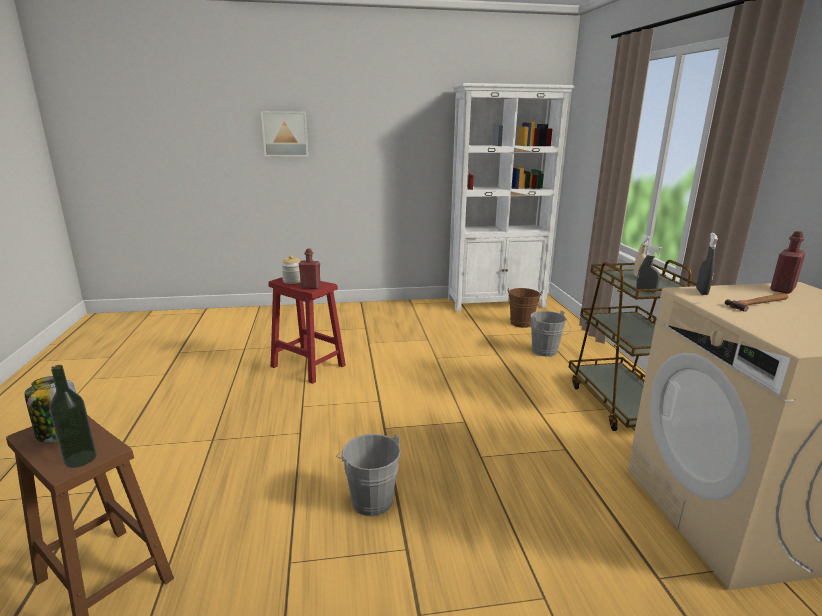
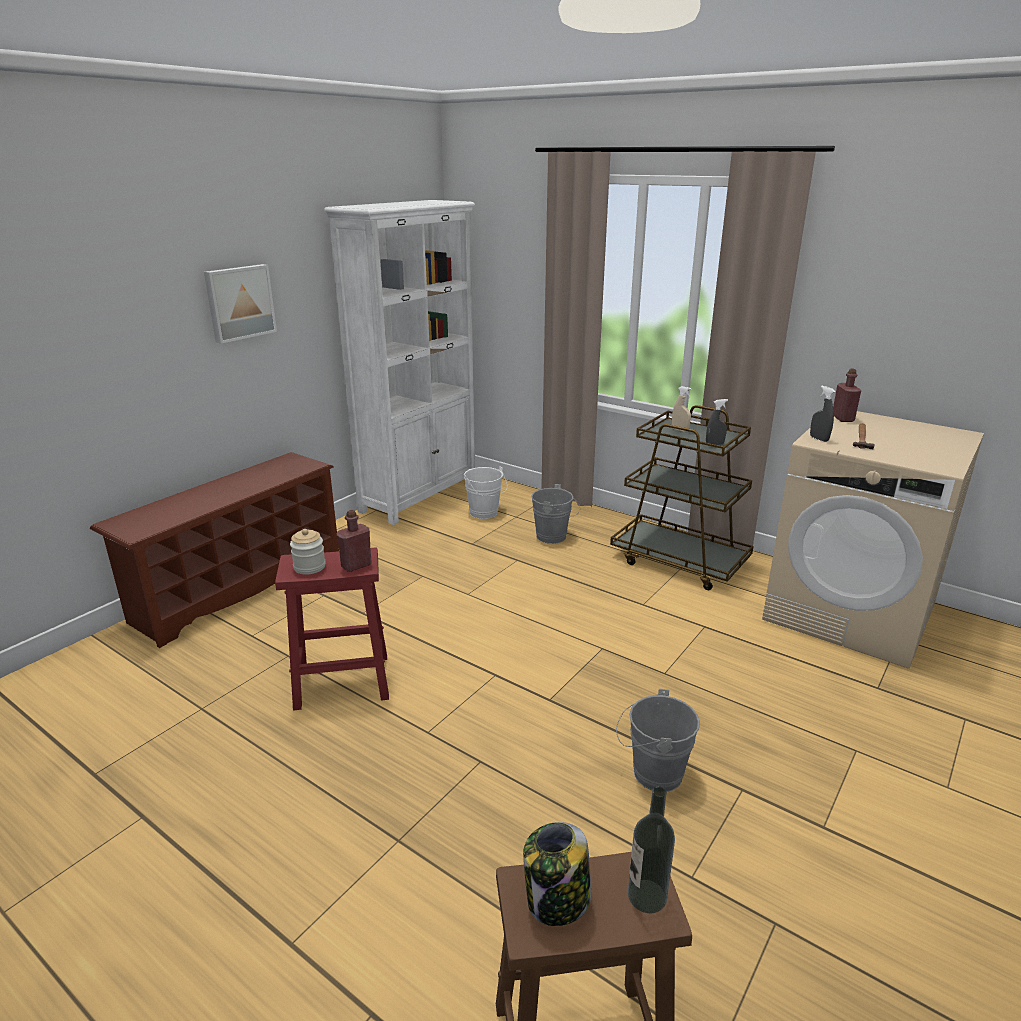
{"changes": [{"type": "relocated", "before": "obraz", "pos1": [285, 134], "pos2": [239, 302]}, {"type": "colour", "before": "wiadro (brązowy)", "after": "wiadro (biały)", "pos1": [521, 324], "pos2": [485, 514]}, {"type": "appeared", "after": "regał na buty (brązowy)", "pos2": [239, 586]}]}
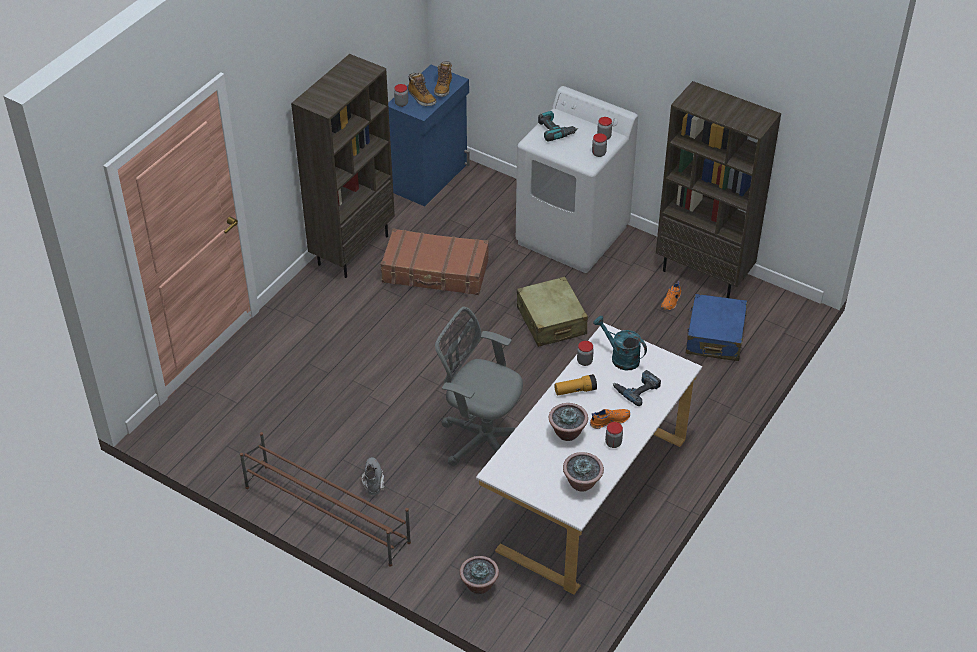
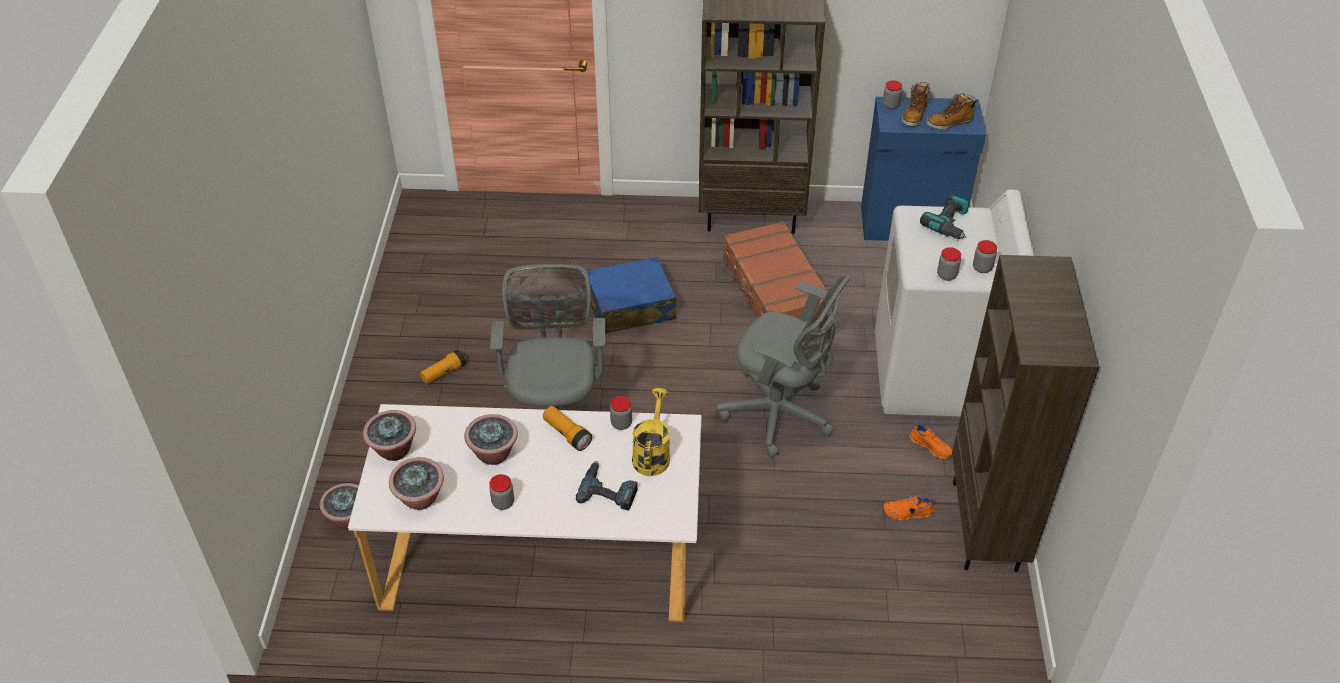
{"changes": [{"type": "missing", "before": "regał na buty (brązowy)", "pos1": [326, 514]}, {"type": "exchanged", "before": "but z cholewką (szary)", "after": "latarka", "pos1": [373, 481], "pos2": [443, 373]}, {"type": "exchanged", "before": "walizka (beżowy)", "after": "krzesło biurowe (szary)", "pos1": [551, 321], "pos2": [780, 415]}, {"type": "relocated", "before": "but (pomarańczowy)", "pos1": [609, 420], "pos2": [931, 446]}, {"type": "colour", "before": "konewka (turkusowy)", "after": "konewka (żółty)", "pos1": [620, 357], "pos2": [652, 453]}, {"type": "relocated", "before": "walizka (niebieski)", "pos1": [715, 337], "pos2": [629, 307]}, {"type": "appeared", "after": "roślina doniczkowa", "pos2": [394, 450]}]}
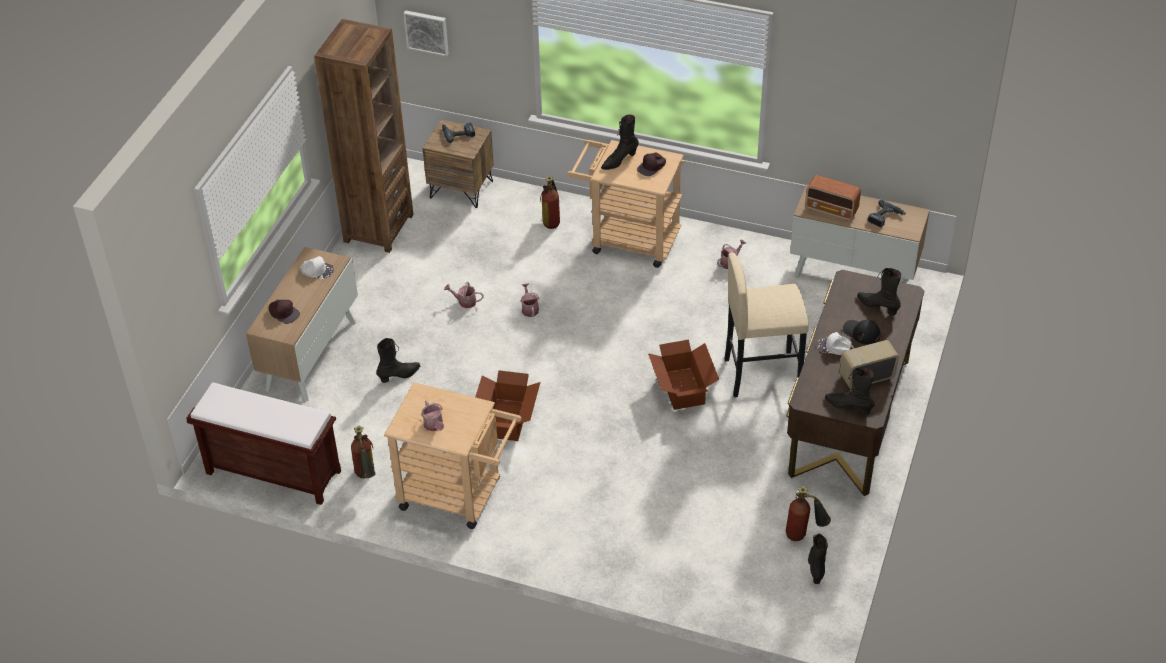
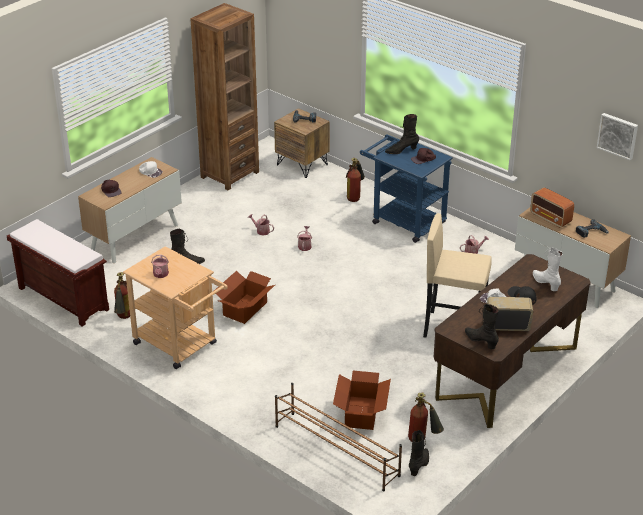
{"changes": [{"type": "relocated", "before": "obraz", "pos1": [427, 32], "pos2": [618, 135]}, {"type": "colour", "before": "wózek (beżowy)", "after": "wózek (niebieski)", "pos1": [627, 239], "pos2": [403, 220]}, {"type": "relocated", "before": "karton", "pos1": [682, 389], "pos2": [361, 413]}, {"type": "colour", "before": "but z cholewką (czarny)", "after": "but z cholewką (biały)", "pos1": [878, 306], "pos2": [545, 283]}, {"type": "appeared", "after": "regał na buty (brązowy)", "pos2": [336, 450]}]}
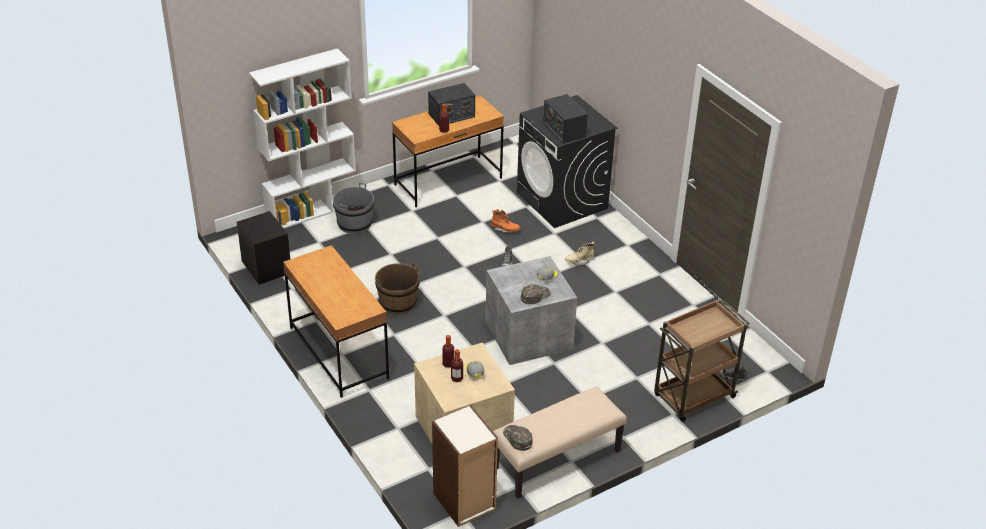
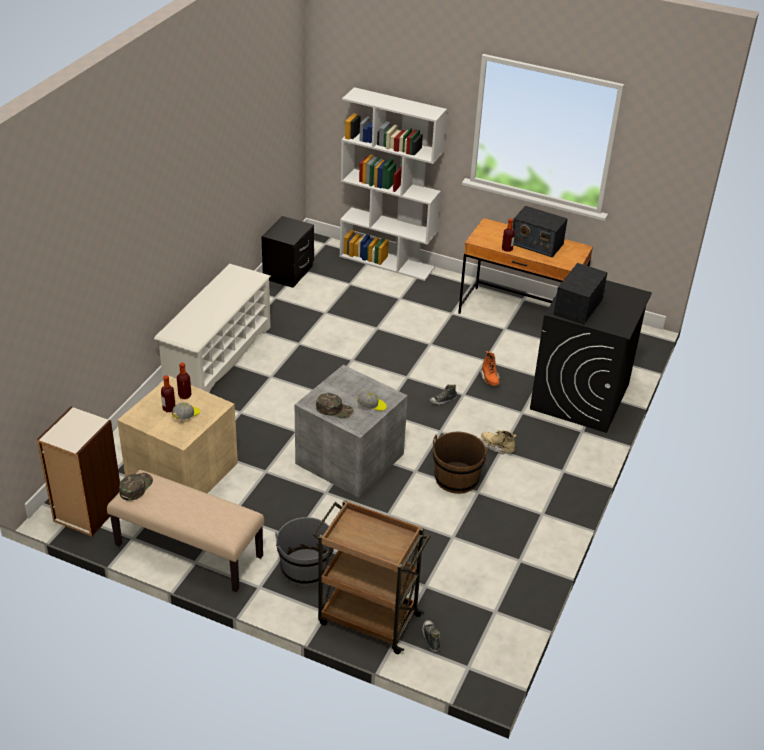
{"changes": [{"type": "exchanged", "before": "biurko (brązowy)", "after": "regał na buty (biały)", "pos1": [338, 353], "pos2": [218, 356]}, {"type": "relocated", "before": "wiadro (szary)", "pos1": [354, 223], "pos2": [305, 568]}, {"type": "relocated", "before": "wiadro (brązowy)", "pos1": [398, 303], "pos2": [456, 478]}]}
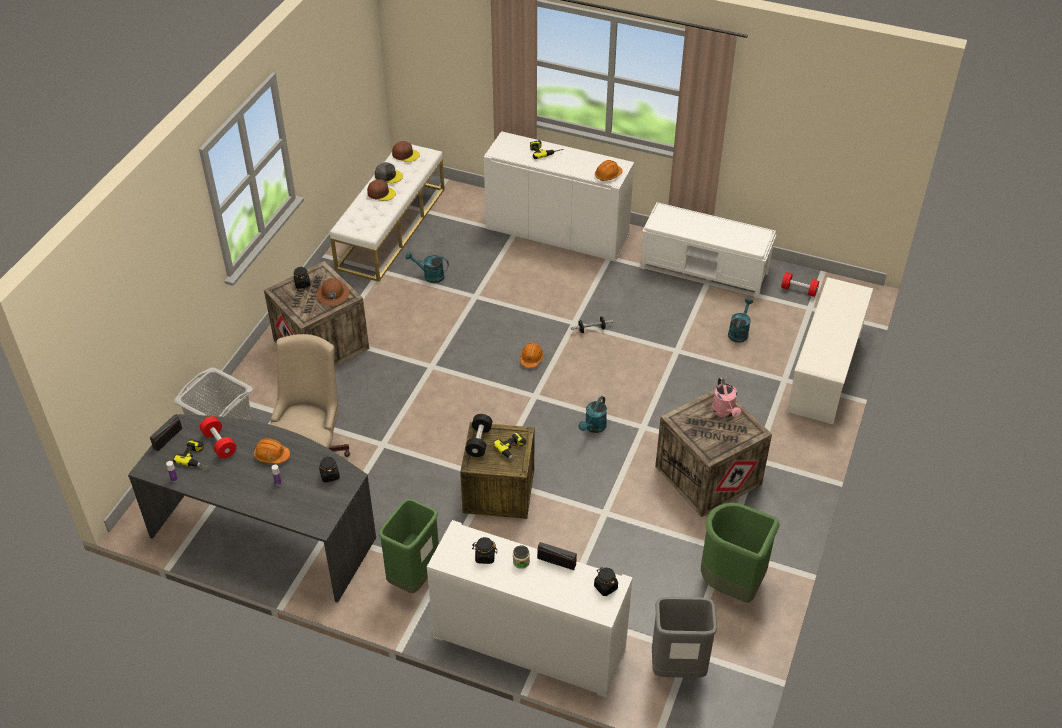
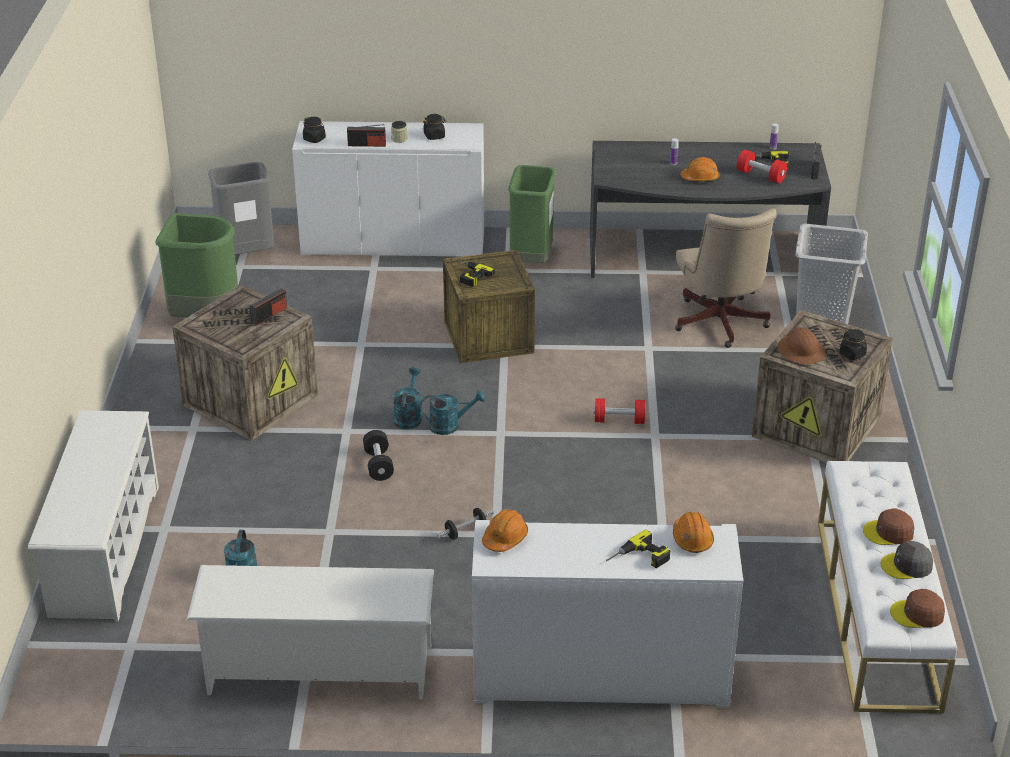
{"changes": [{"type": "missing", "before": "słoik (czarny)", "pos1": [329, 475]}, {"type": "relocated", "before": "konewka (turkusowy)", "pos1": [430, 276], "pos2": [450, 425]}, {"type": "relocated", "before": "hantel (czarny)", "pos1": [479, 441], "pos2": [378, 464]}, {"type": "relocated", "before": "kask (pomarańczowy)", "pos1": [531, 359], "pos2": [692, 539]}, {"type": "exchanged", "before": "ławka (biały)", "after": "regał na buty (biały)", "pos1": [705, 270], "pos2": [318, 670]}, {"type": "missing", "before": "konewka (różowy)", "pos1": [725, 412]}, {"type": "relocated", "before": "hantel (czerwony)", "pos1": [799, 290], "pos2": [619, 420]}, {"type": "appeared", "after": "radio", "pos2": [269, 315]}]}
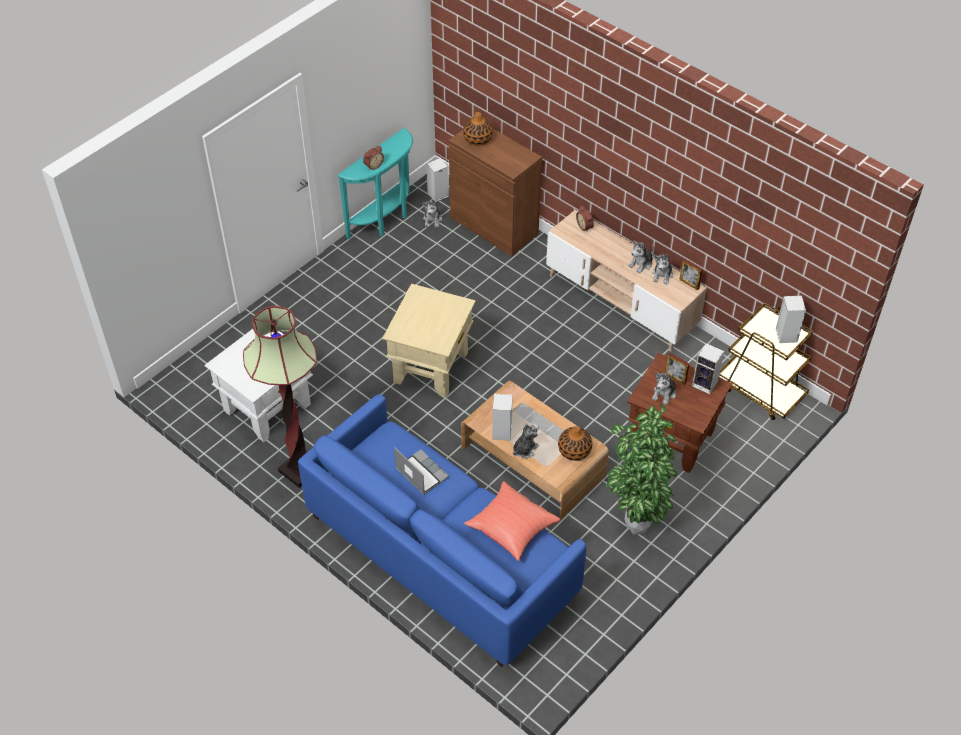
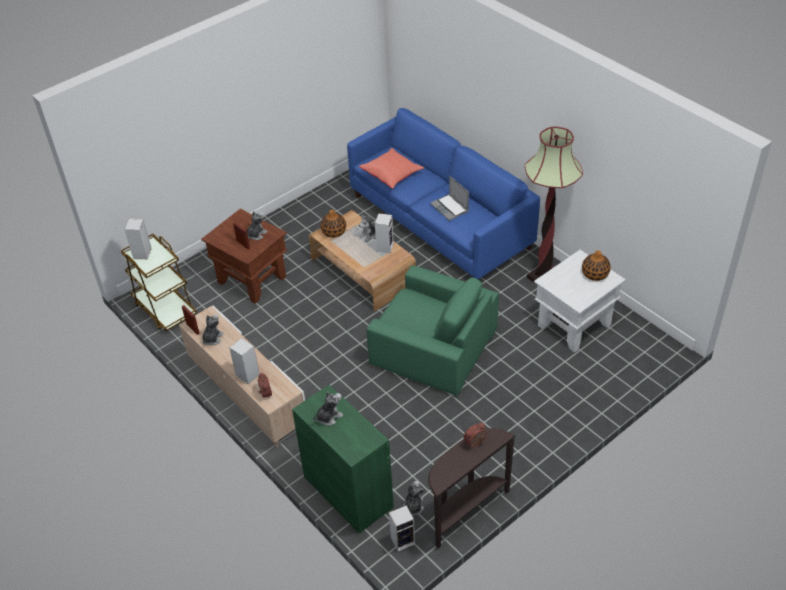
{"changes": [{"type": "colour", "before": "stolik konsolowy (turkusowy)", "after": "stolik konsolowy (brązowy)", "pos1": [385, 220], "pos2": [465, 511]}, {"type": "exchanged", "before": "stolik (beżowy)", "after": "fotel (zielony)", "pos1": [431, 367], "pos2": [432, 348]}, {"type": "colour", "before": "szafka (brązowy)", "after": "szafka (zielony)", "pos1": [494, 226], "pos2": [348, 492]}, {"type": "relocated", "before": "wazon", "pos1": [477, 139], "pos2": [595, 274]}, {"type": "missing", "before": "roślina doniczkowa", "pos1": [634, 524]}, {"type": "relocated", "before": "pluszak", "pos1": [641, 264], "pos2": [328, 417]}, {"type": "relocated", "before": "głośnik", "pos1": [705, 384], "pos2": [246, 375]}]}
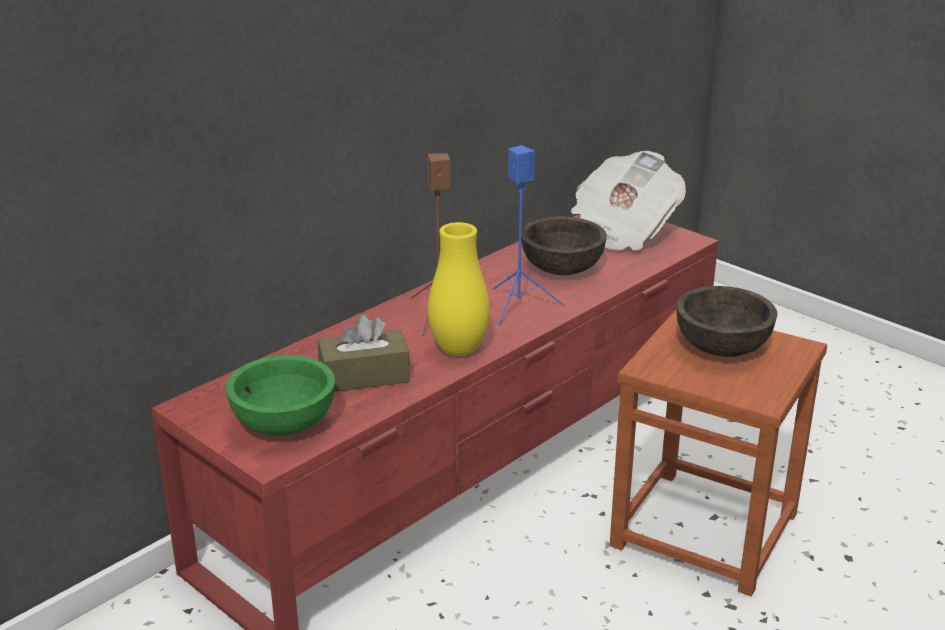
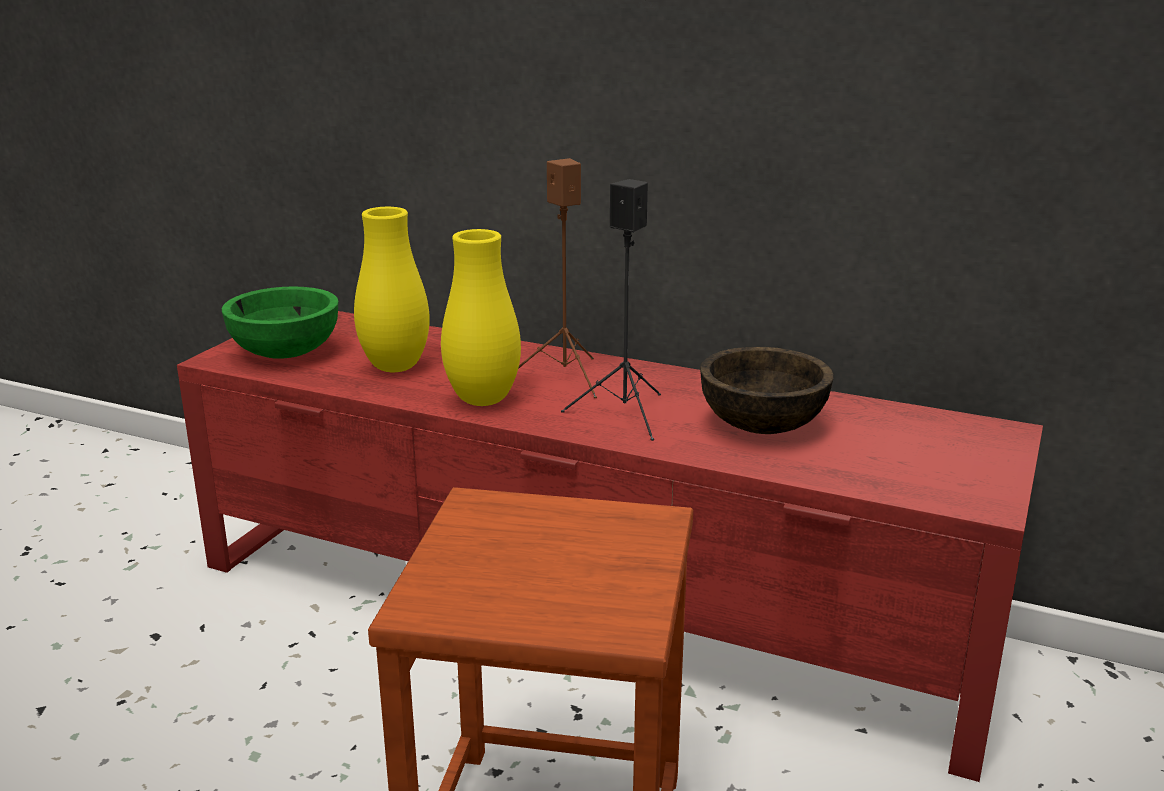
{"changes": [{"type": "exchanged", "before": "pudełko chusteczek (brązowy)", "after": "wazon (żółty)", "pos1": [364, 376], "pos2": [395, 367]}, {"type": "colour", "before": "głośnik (niebieski)", "after": "głośnik (czarny)", "pos1": [519, 305], "pos2": [625, 415]}, {"type": "missing", "before": "gazeta", "pos1": [620, 232]}, {"type": "missing", "before": "miska (brązowy)", "pos1": [721, 348]}]}
